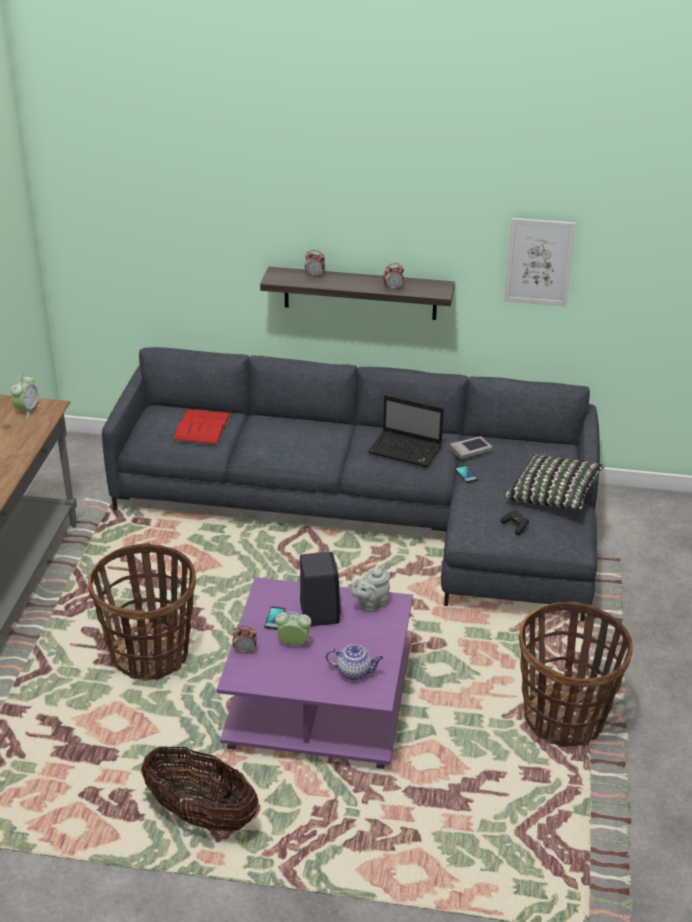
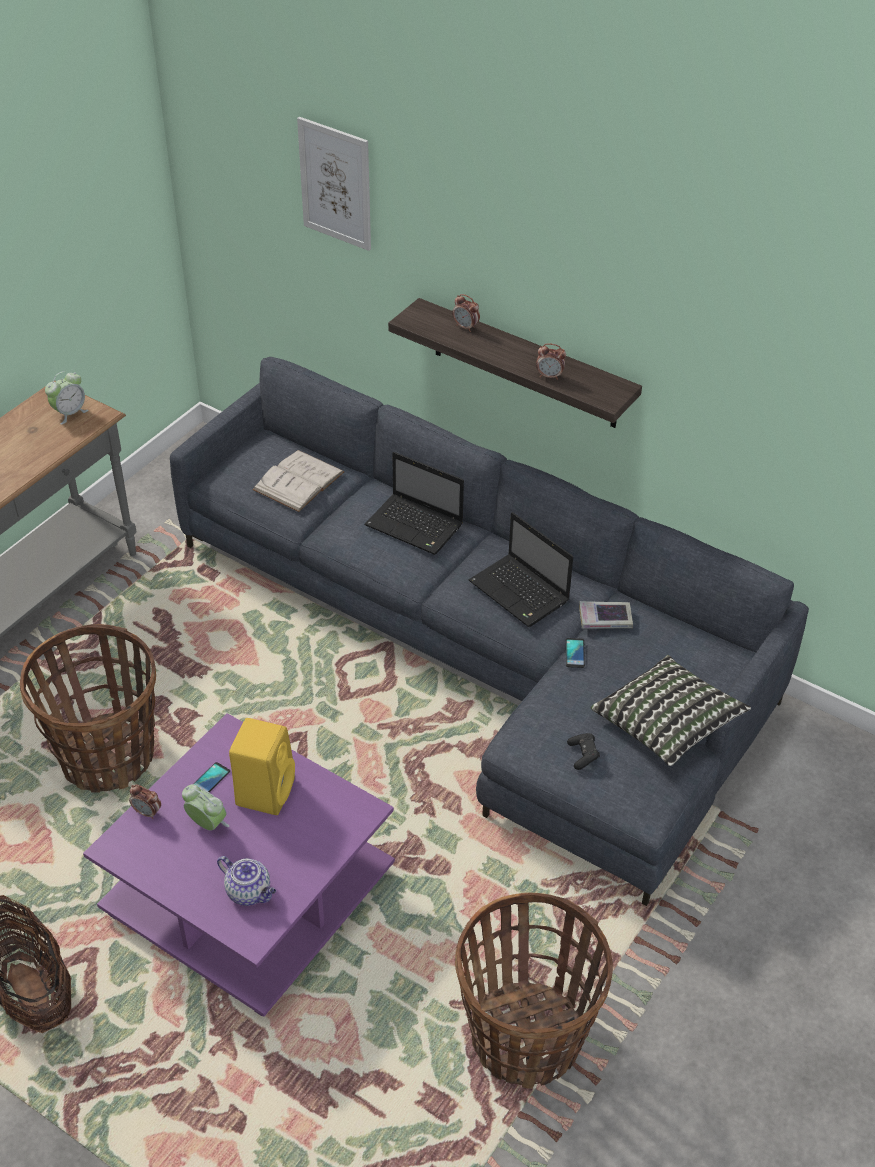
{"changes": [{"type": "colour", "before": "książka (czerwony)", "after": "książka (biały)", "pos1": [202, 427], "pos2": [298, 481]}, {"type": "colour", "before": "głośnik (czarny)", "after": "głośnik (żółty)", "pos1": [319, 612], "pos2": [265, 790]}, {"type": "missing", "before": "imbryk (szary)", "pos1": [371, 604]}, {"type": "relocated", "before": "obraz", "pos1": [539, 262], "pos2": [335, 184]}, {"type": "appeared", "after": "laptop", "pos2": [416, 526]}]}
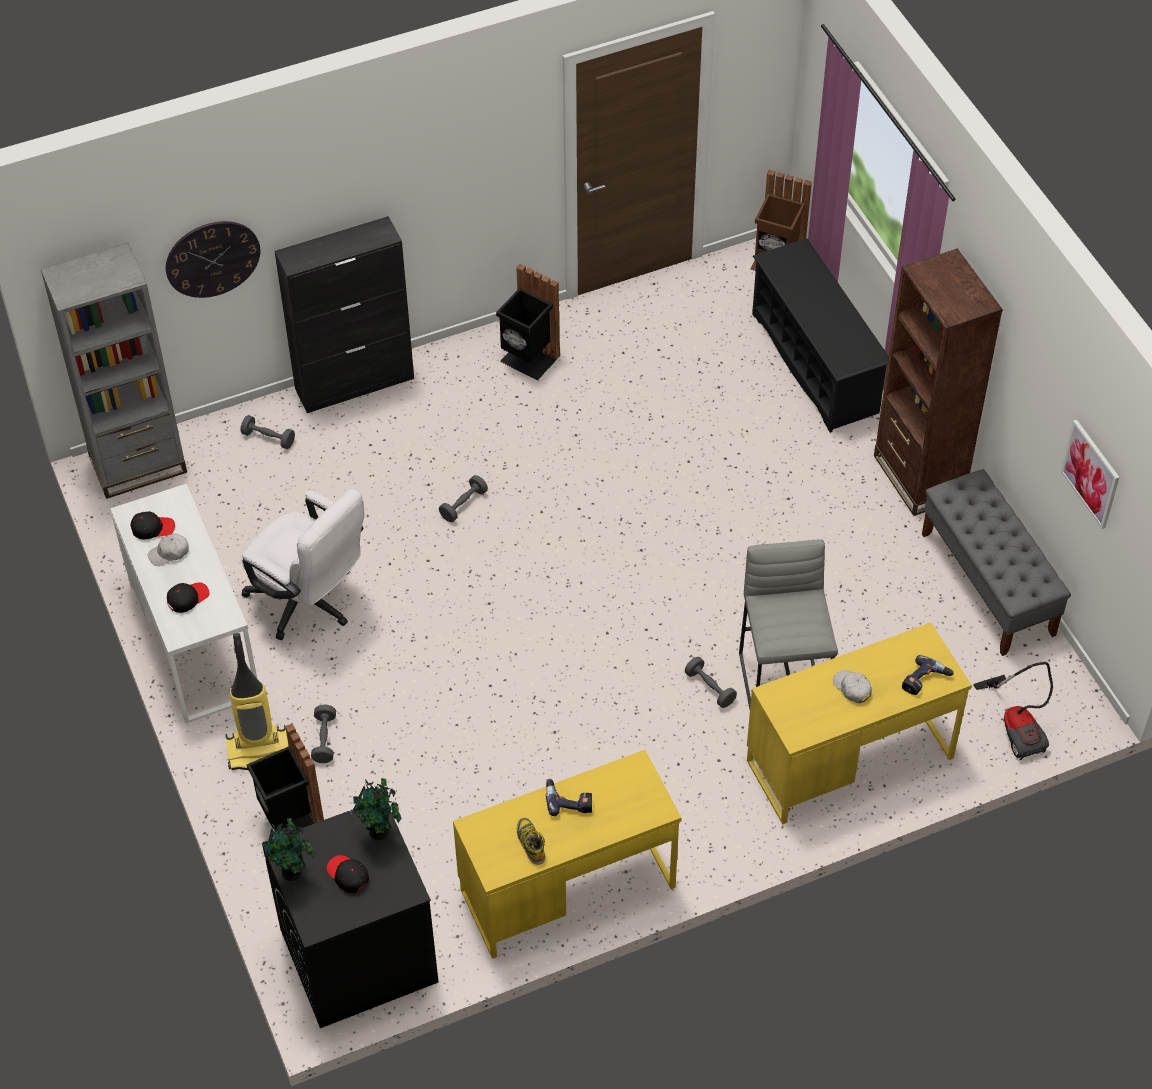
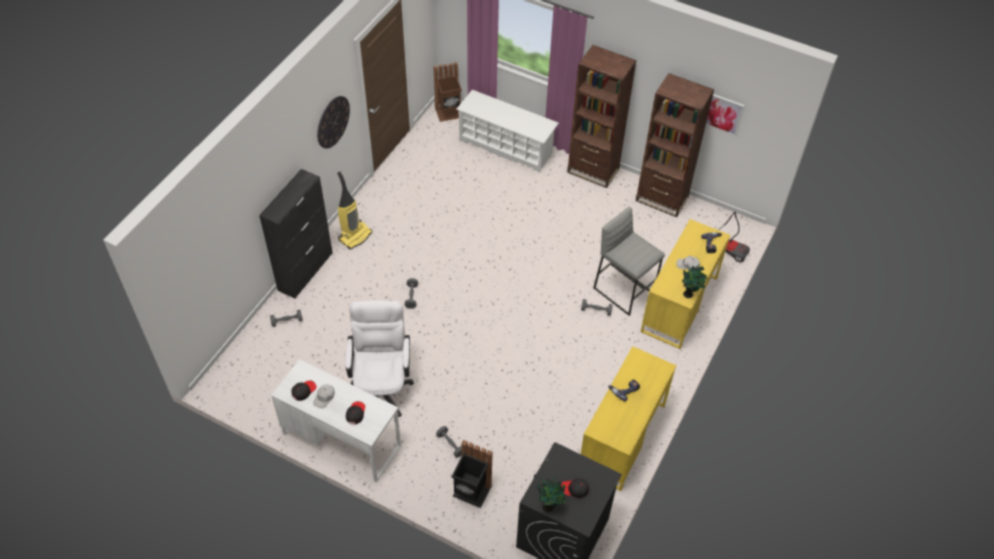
{"changes": [{"type": "missing", "before": "regał (szary)", "pos1": [138, 465]}, {"type": "relocated", "before": "zegar ścienny", "pos1": [212, 258], "pos2": [333, 122]}, {"type": "relocated", "before": "odkurzacz", "pos1": [259, 750], "pos2": [355, 236]}, {"type": "spun", "before": "krzesło biurowe (biały)", "pos1": [309, 603], "pos2": [382, 386], "turn": -90}, {"type": "relocated", "before": "roślina doniczkowa", "pos1": [380, 833], "pos2": [689, 294]}, {"type": "missing", "before": "kosz na śmieci (czarny)", "pos1": [528, 360]}, {"type": "missing", "before": "but z cholewką", "pos1": [530, 842]}, {"type": "colour", "before": "regał na buty (czarny)", "after": "regał na buty (biały)", "pos1": [815, 363], "pos2": [506, 147]}, {"type": "exchanged", "before": "ławka (szary)", "after": "regał (brązowy)", "pos1": [988, 584], "pos2": [662, 199]}]}
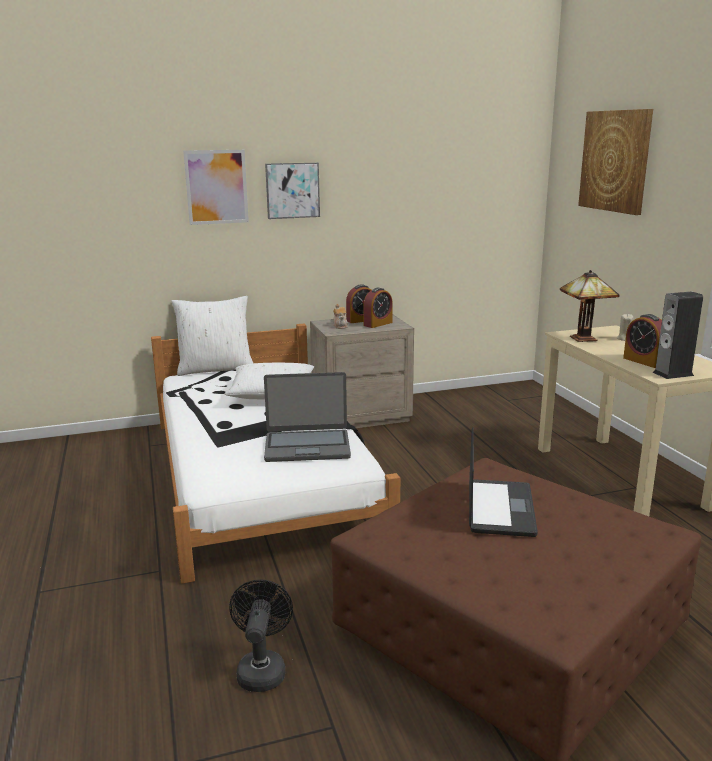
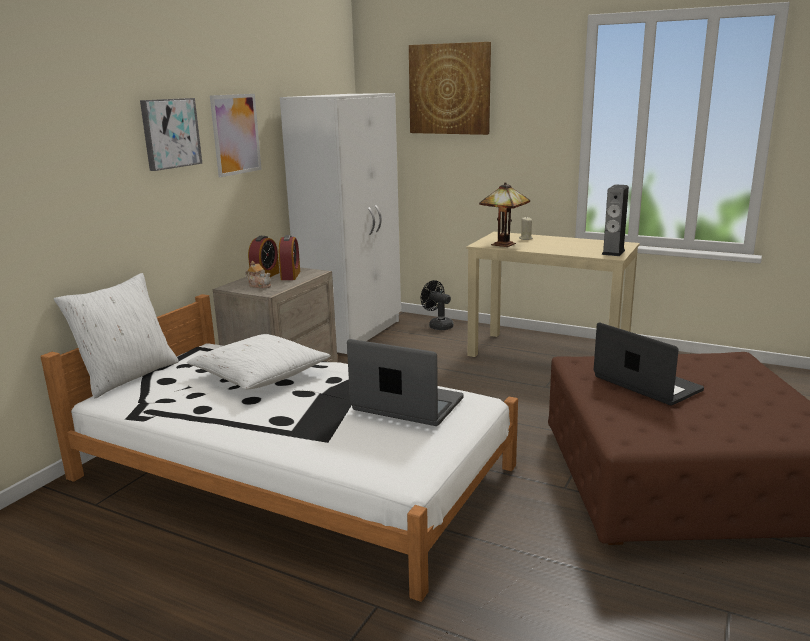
{"changes": [{"type": "relocated", "before": "obraz", "pos1": [216, 187], "pos2": [236, 134]}, {"type": "relocated", "before": "wentylator (czarny)", "pos1": [262, 669], "pos2": [438, 325]}, {"type": "spun", "before": "laptop", "pos1": [307, 446], "pos2": [407, 405], "turn": -105}, {"type": "missing", "before": "budzik", "pos1": [643, 361]}, {"type": "appeared", "after": "szafa (biały)", "pos2": [353, 332]}]}
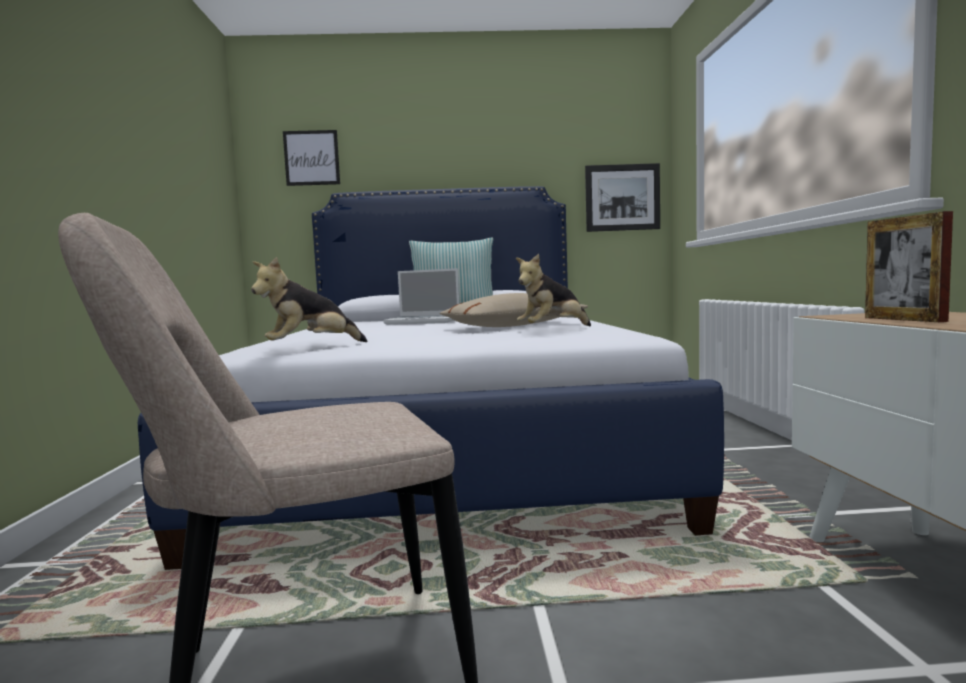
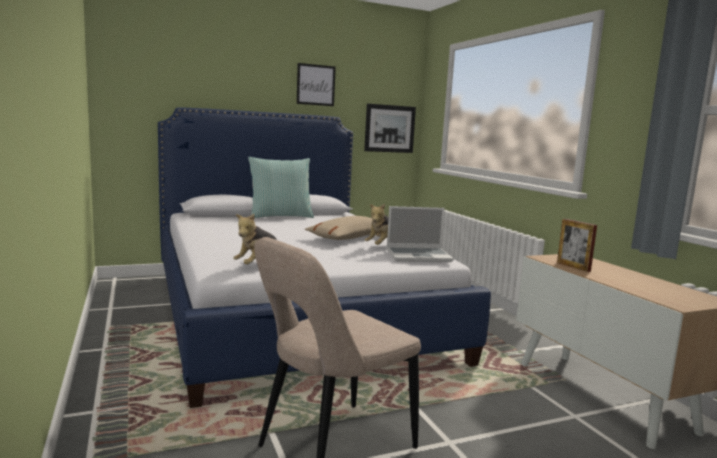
{"changes": [{"type": "relocated", "before": "obraz", "pos1": [311, 158], "pos2": [315, 85]}, {"type": "relocated", "before": "laptop", "pos1": [424, 322], "pos2": [419, 256]}]}
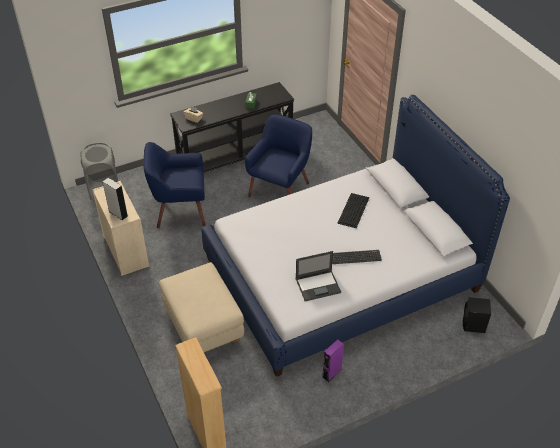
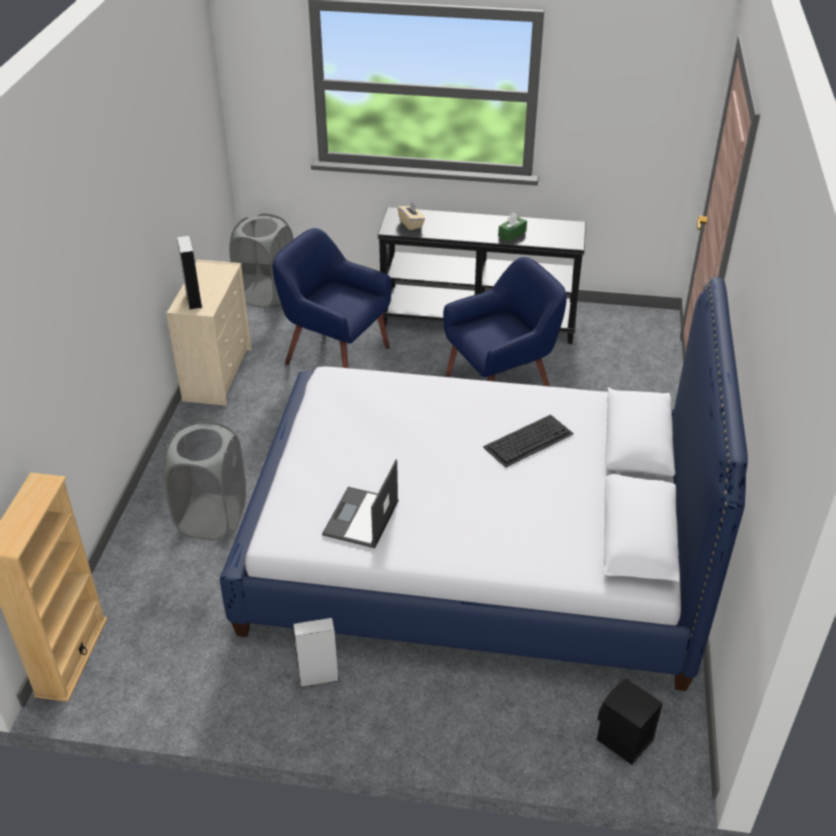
{"changes": [{"type": "exchanged", "before": "pufa (beżowy)", "after": "kosz na pranie (szary)", "pos1": [204, 328], "pos2": [212, 517]}, {"type": "spun", "before": "laptop", "pos1": [318, 285], "pos2": [361, 518], "turn": 90}, {"type": "colour", "before": "głośnik (fioletowy)", "after": "głośnik (szary)", "pos1": [331, 373], "pos2": [318, 678]}, {"type": "missing", "before": "klawiatura", "pos1": [355, 257]}]}
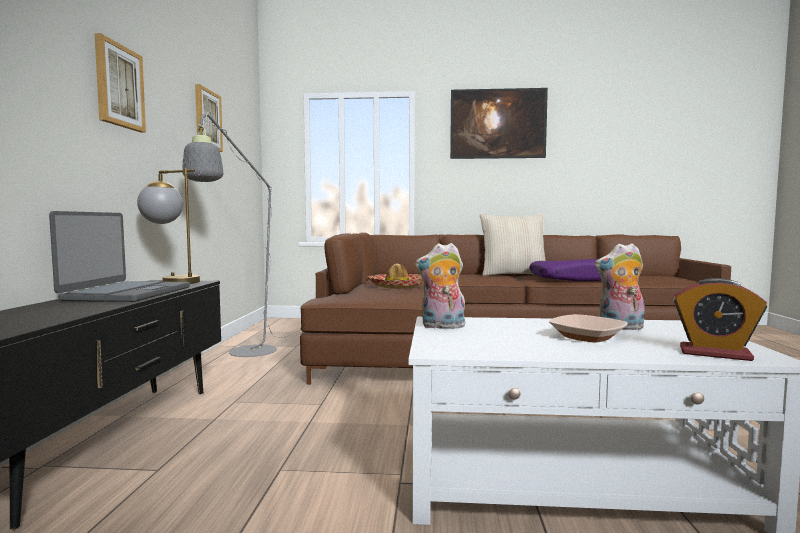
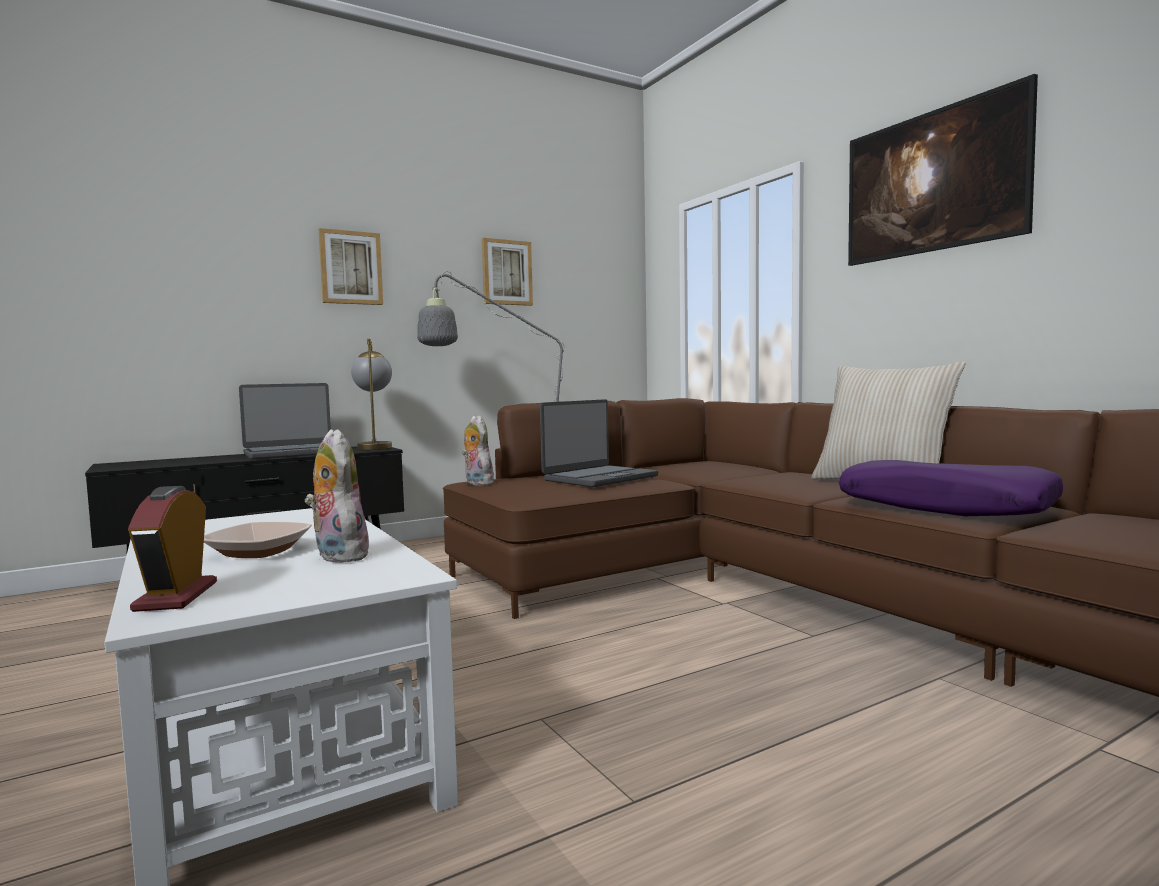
{"changes": [{"type": "exchanged", "before": "kapelusz", "after": "laptop", "pos1": [397, 286], "pos2": [599, 478]}, {"type": "relocated", "before": "pluszak", "pos1": [442, 327], "pos2": [476, 483]}]}
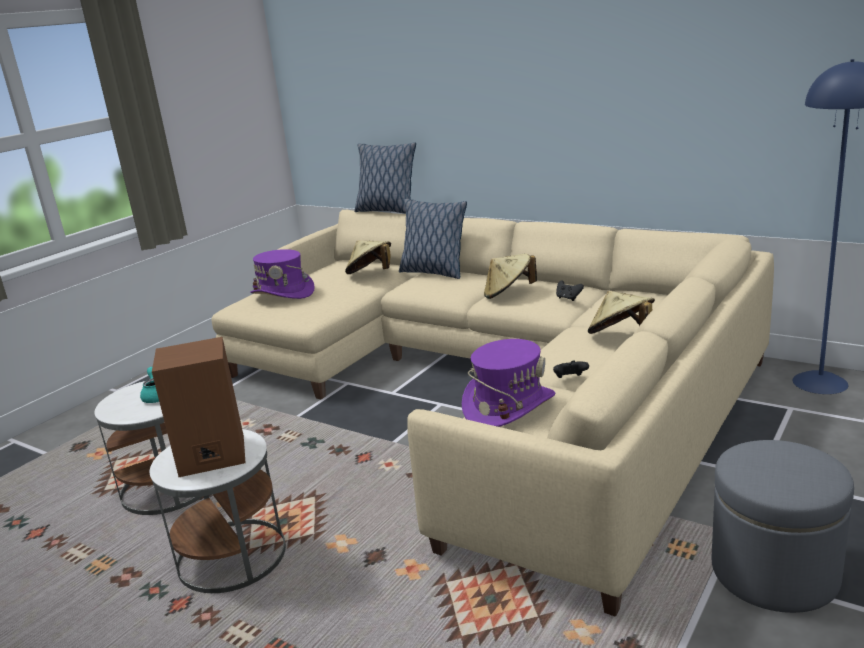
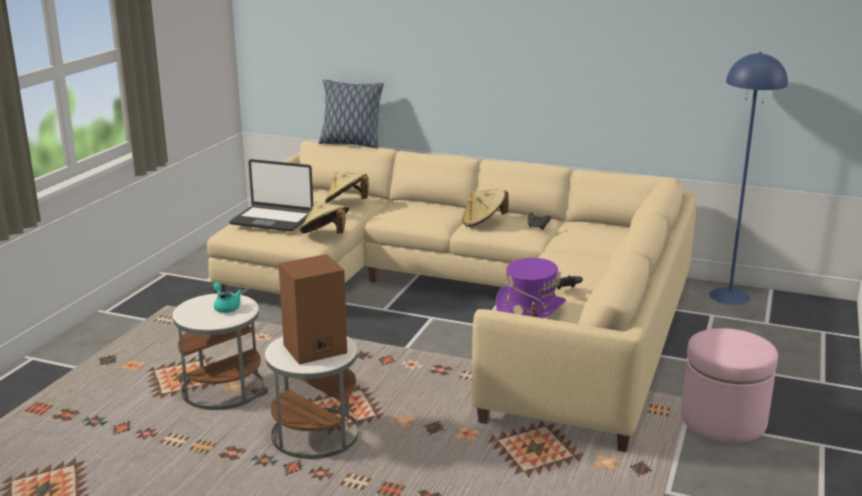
{"changes": [{"type": "exchanged", "before": "kapelusz (fioletowy)", "after": "laptop", "pos1": [283, 293], "pos2": [272, 219]}, {"type": "missing", "before": "poduszka", "pos1": [433, 272]}, {"type": "relocated", "before": "kapelusz (beżowy)", "pos1": [621, 337], "pos2": [325, 235]}, {"type": "colour", "before": "pufa (szary)", "after": "pufa (różowy)", "pos1": [774, 572], "pos2": [723, 420]}]}
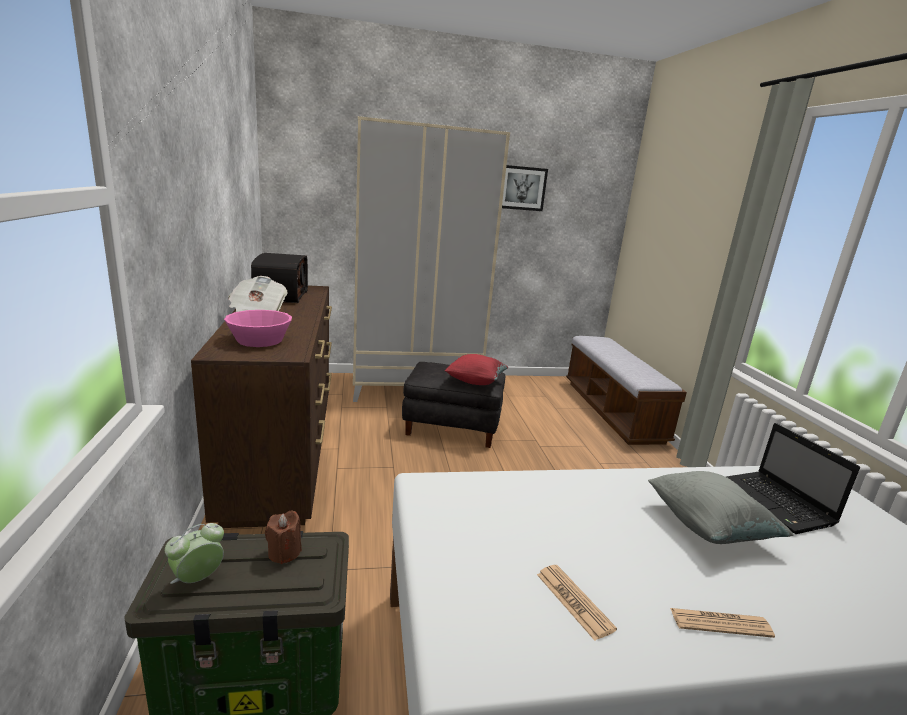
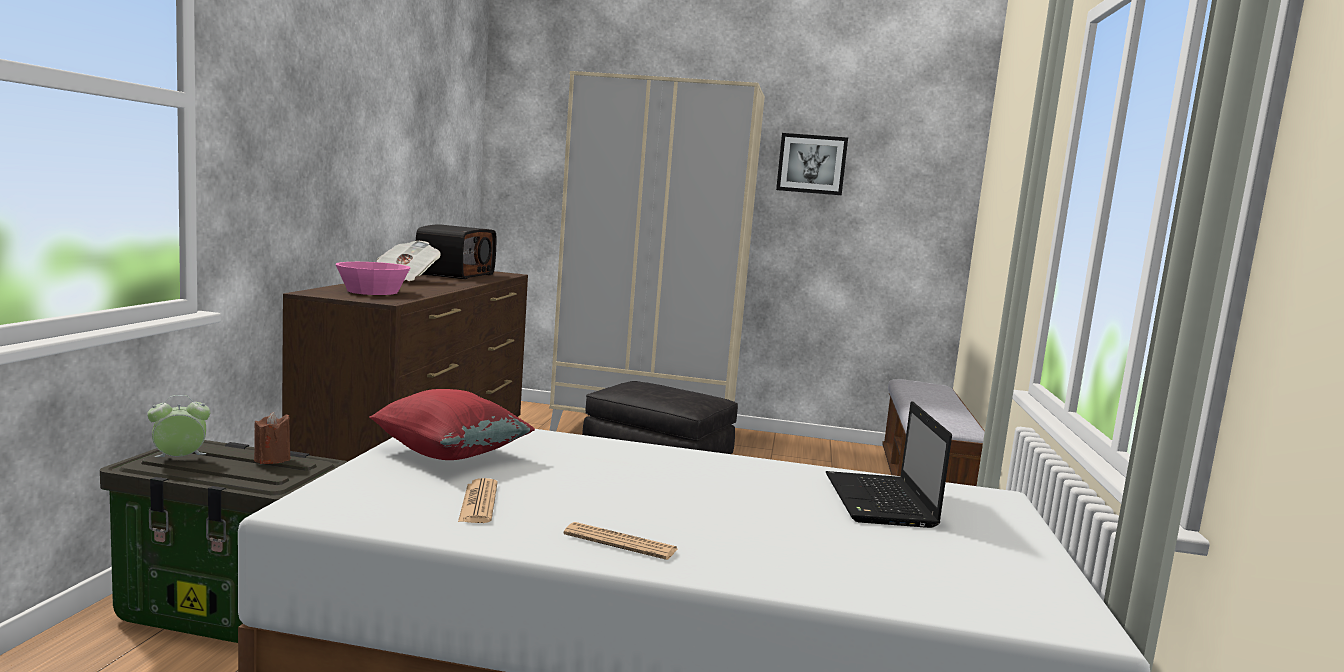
{"changes": [{"type": "relocated", "before": "poduszka (czerwony)", "pos1": [475, 381], "pos2": [450, 454]}, {"type": "missing", "before": "poduszka (szary)", "pos1": [708, 527]}]}
